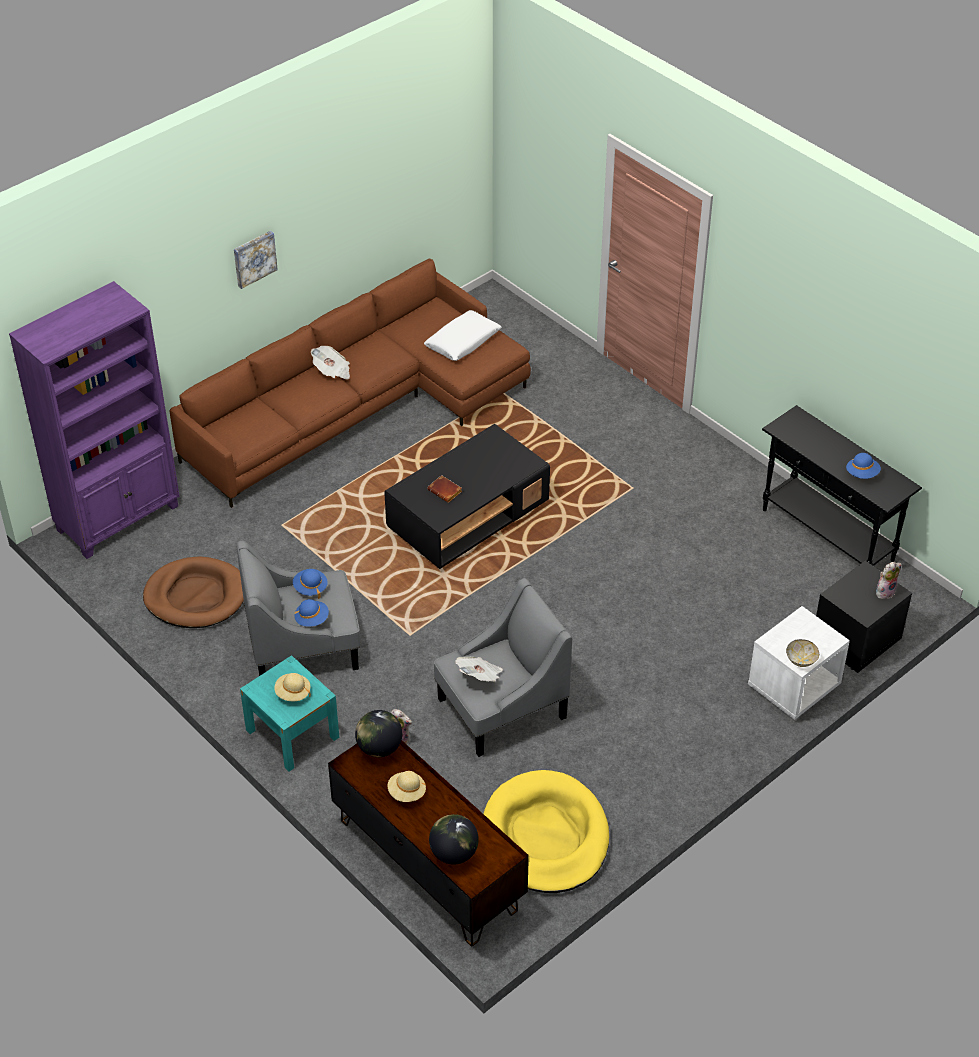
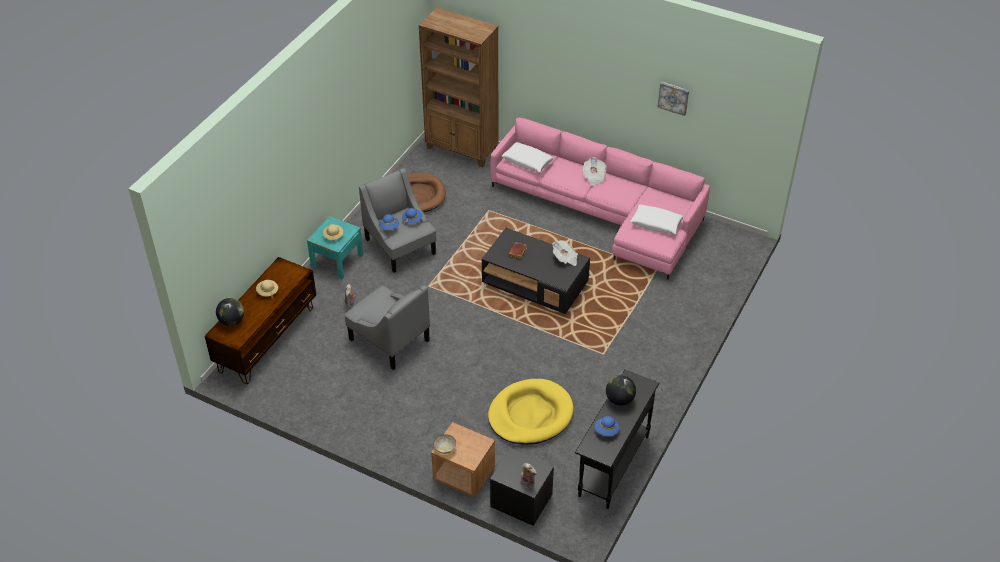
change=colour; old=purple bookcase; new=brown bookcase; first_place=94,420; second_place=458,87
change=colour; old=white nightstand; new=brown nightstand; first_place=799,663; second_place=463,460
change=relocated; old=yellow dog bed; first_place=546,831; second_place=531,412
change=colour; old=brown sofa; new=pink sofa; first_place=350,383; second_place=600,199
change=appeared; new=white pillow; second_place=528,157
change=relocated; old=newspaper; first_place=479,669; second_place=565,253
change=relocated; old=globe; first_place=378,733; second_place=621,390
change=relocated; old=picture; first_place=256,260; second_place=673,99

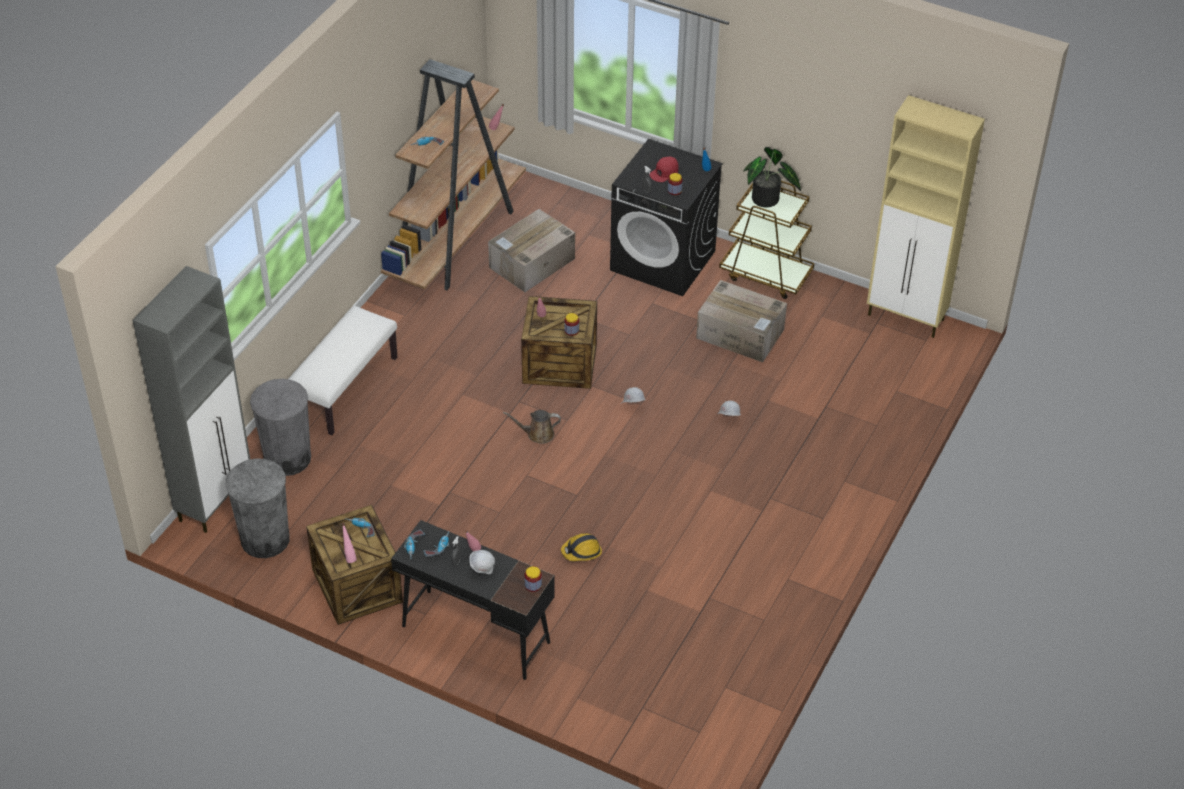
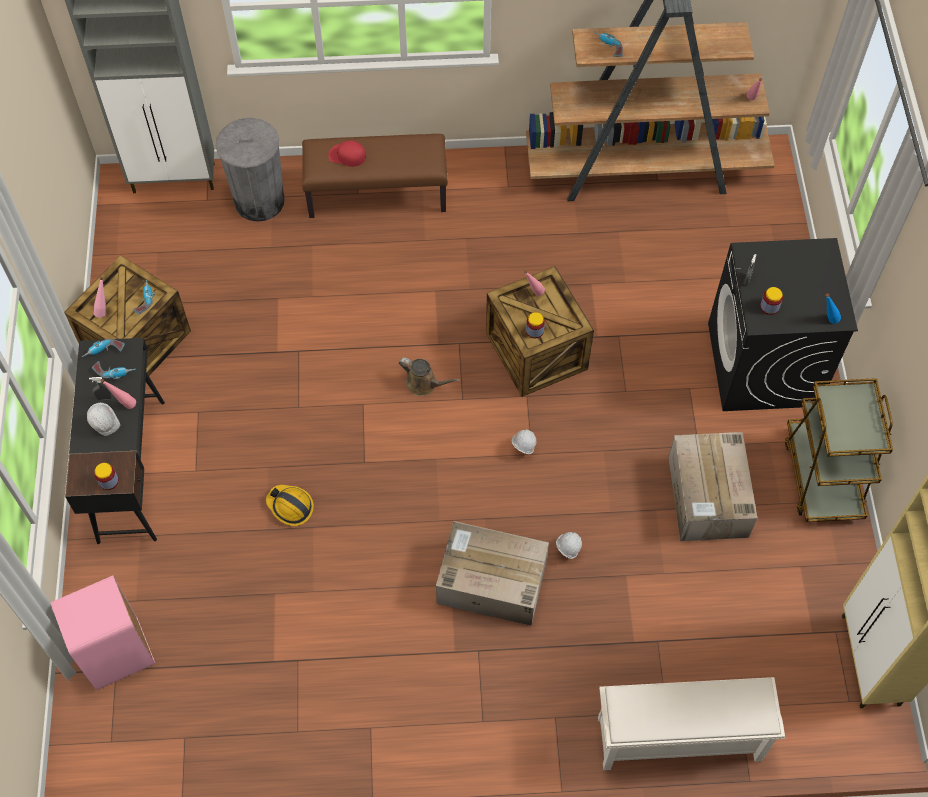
change=appeared; new=pink trash can; second_place=102,633
change=colour; old=white bench; new=brown bench; first_place=343,370; second_place=375,176
change=relocated; old=red cap; first_place=664,169; second_place=347,153
change=spun; old=brown watering can; first_place=532,427; second_place=429,376; degrees=150
change=relocated; old=cardboard box; first_place=531,250; second_place=492,573
change=appeared; new=white shoe rack; second_place=691,723
change=missing; old=grey trash can; first_place=258,508
change=missing; old=potted plant; first_place=772,177

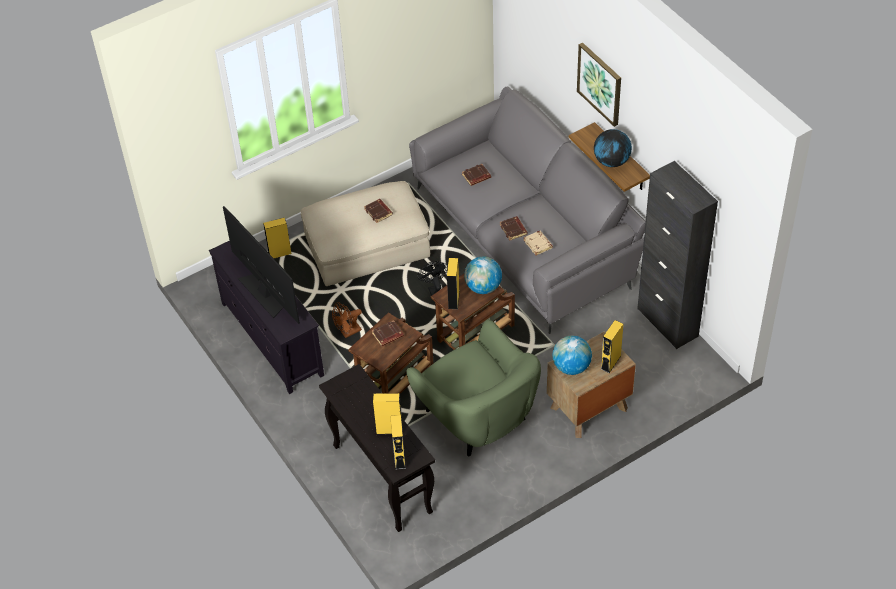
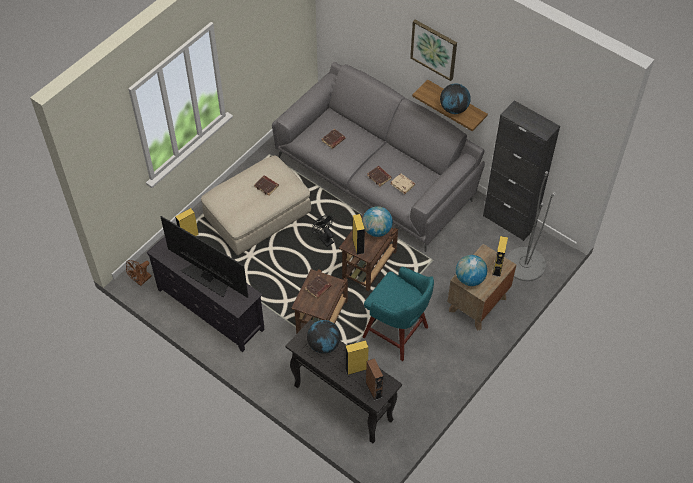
change=relocated; old=brown fan; first_place=347,320; second_place=139,273
change=appeared; new=globe; second_place=324,337
change=exchanged; old=green armchair; new=turquoise stool; first_place=474,387; second_place=398,314
change=colour; old=yellow speaker; new=brown speaker; first_place=398,442; second_place=374,379
change=appeared; new=grey floor lamp; second_place=531,226

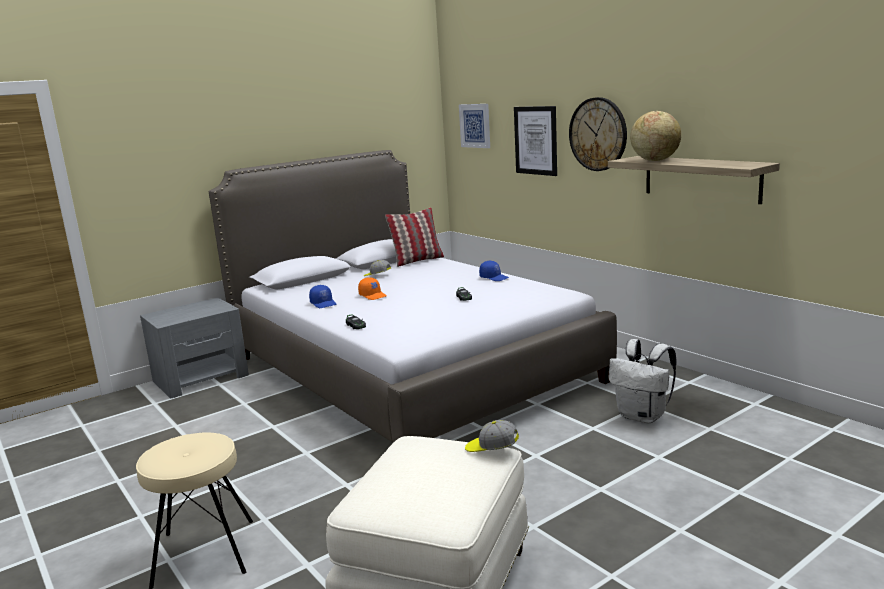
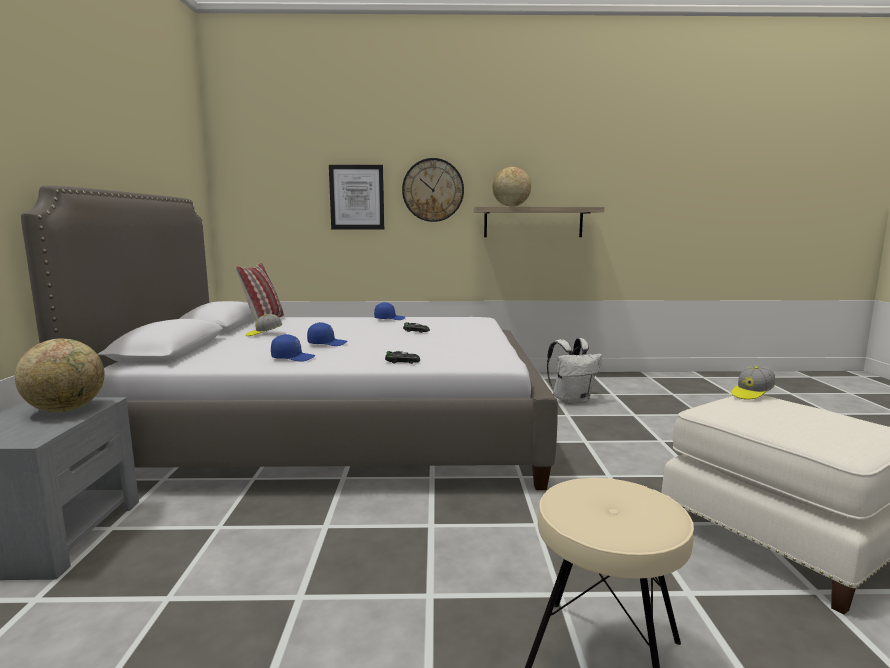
change=appeared; new=globe; second_place=60,376
change=colour; old=orange cap; new=blue cap; first_place=372,288; second_place=327,334
change=missing; old=picture; first_place=474,126

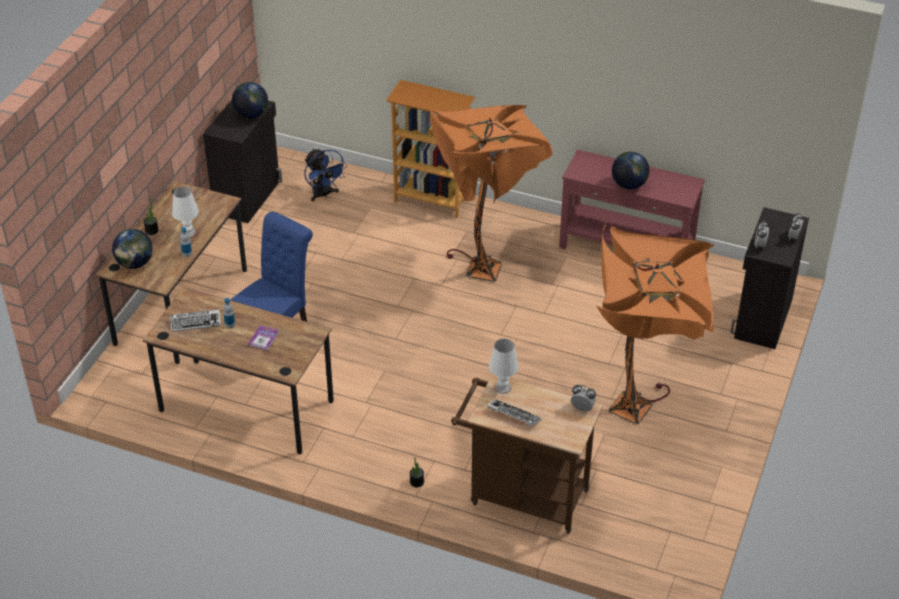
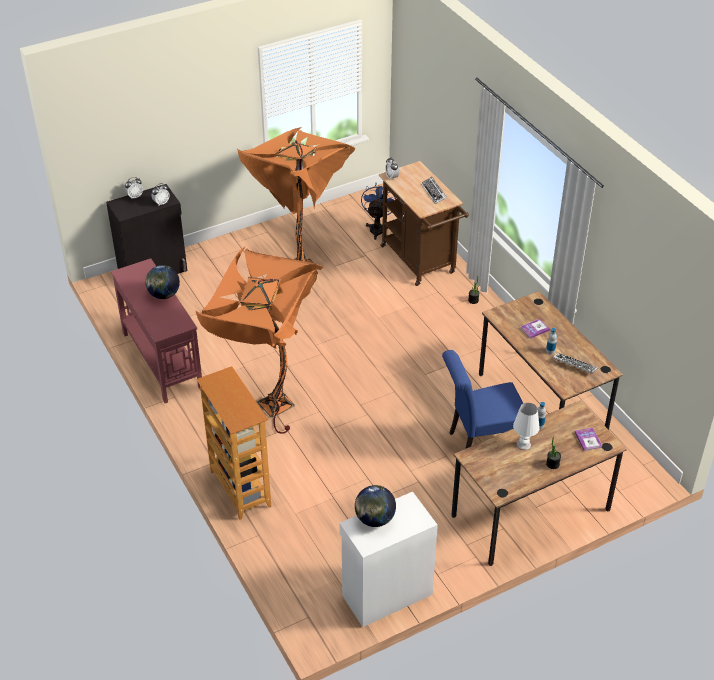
change=colour; old=black cabinet; new=white cabinet; first_place=242,161; second_place=388,559
change=relocated; old=blue fan; first_place=325,175; second_place=378,211
change=exchanged; old=globe; new=book; first_place=132,249; second_place=588,439
change=missing; old=white table lamp; first_place=504,366

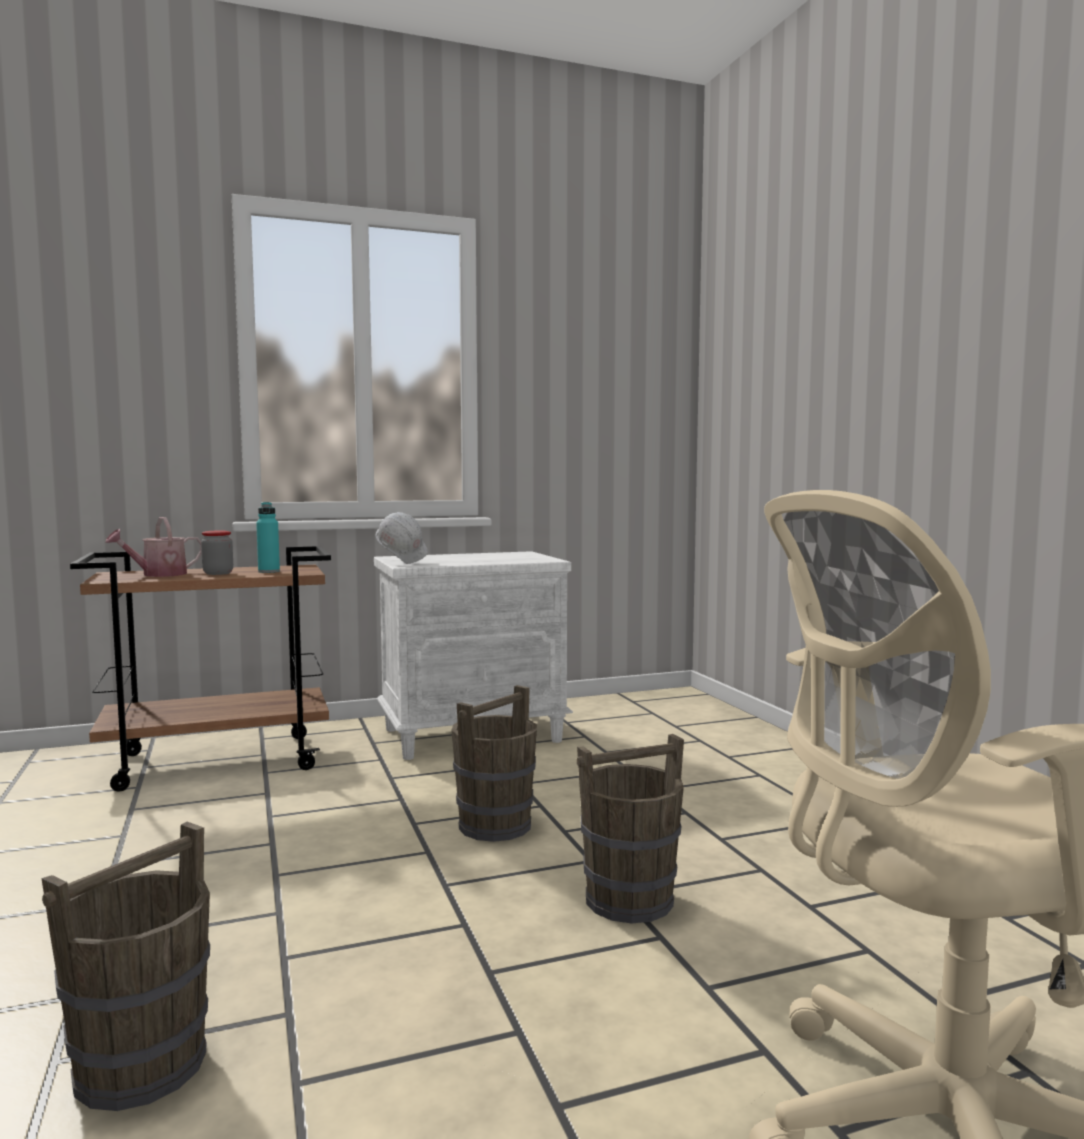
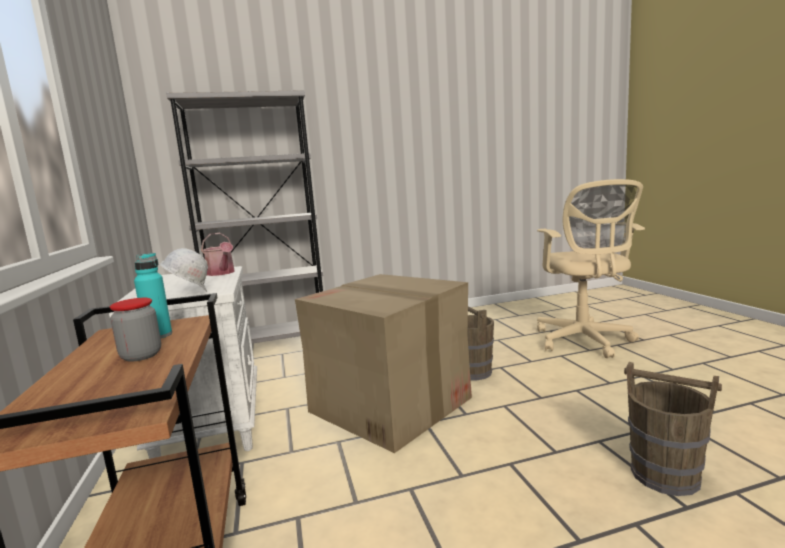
change=appeared; new=grey bookcase; second_place=244,217
change=relocated; old=watering can; first_place=153,547; second_place=218,254
change=exchanged; old=brown bucket; new=cardboard box; first_place=494,763; second_place=383,363

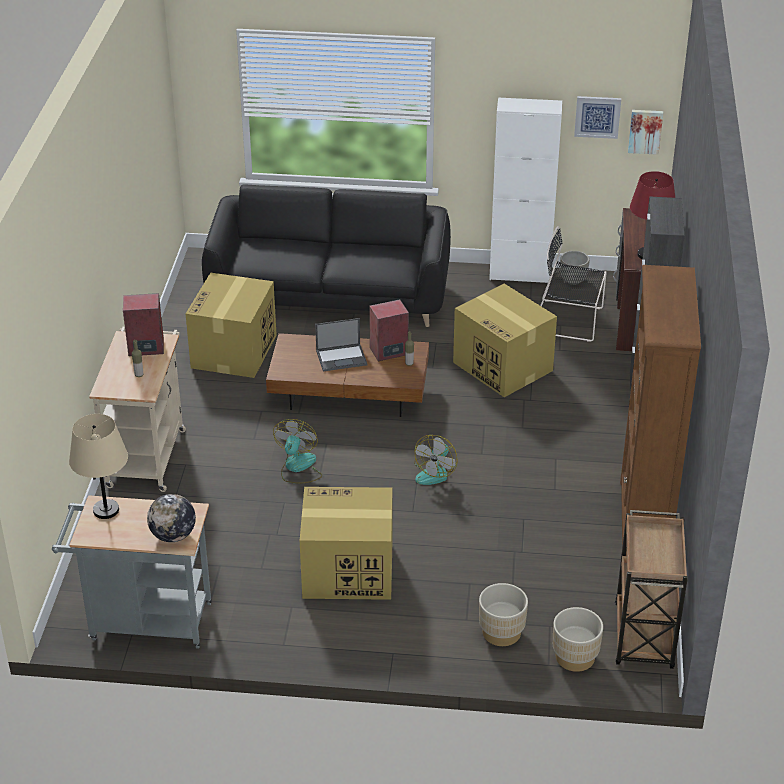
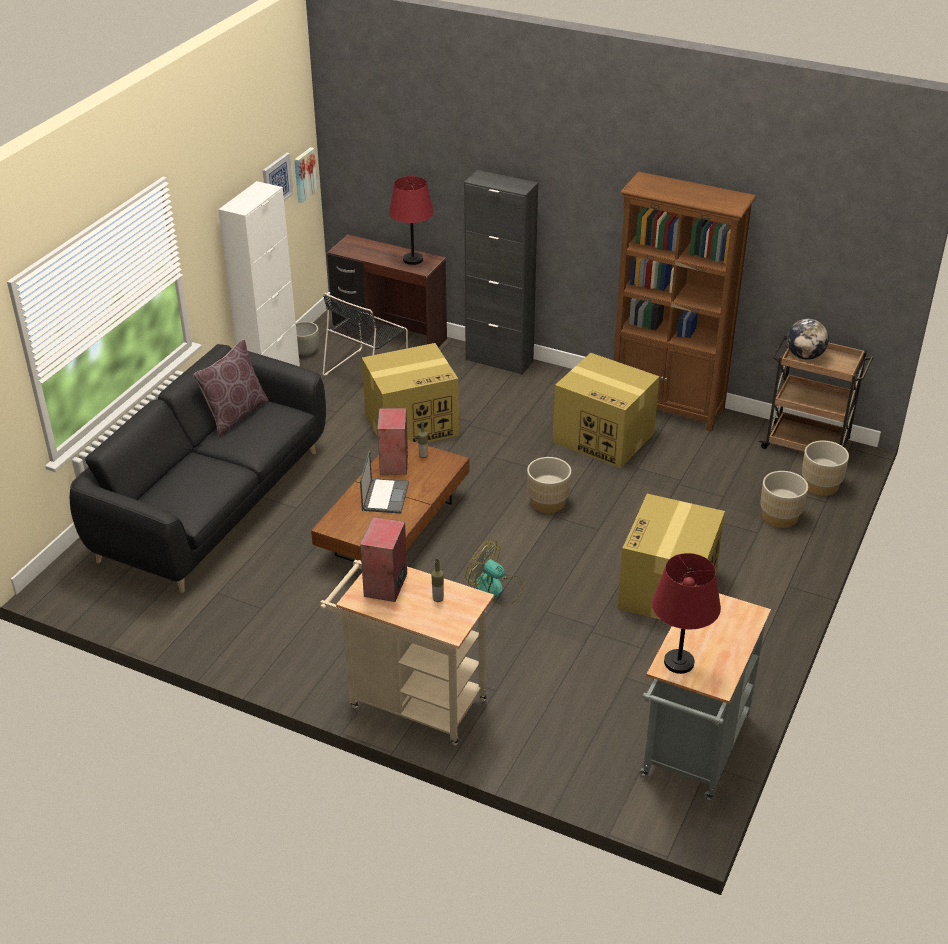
change=appeared; new=brown pillow; second_place=231,388
change=exchanged; old=fan; new=beige planter; first_place=436,460; second_place=549,485
change=relocated; old=cardboard box; first_place=231,325; second_place=606,410
change=colour; old=beige table lamp; new=red table lamp; first_place=98,466; second_place=686,613
change=relocated; old=globe; first_place=171,518; second_place=808,339

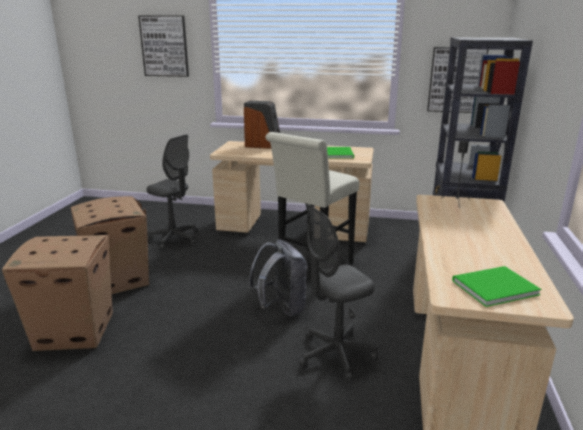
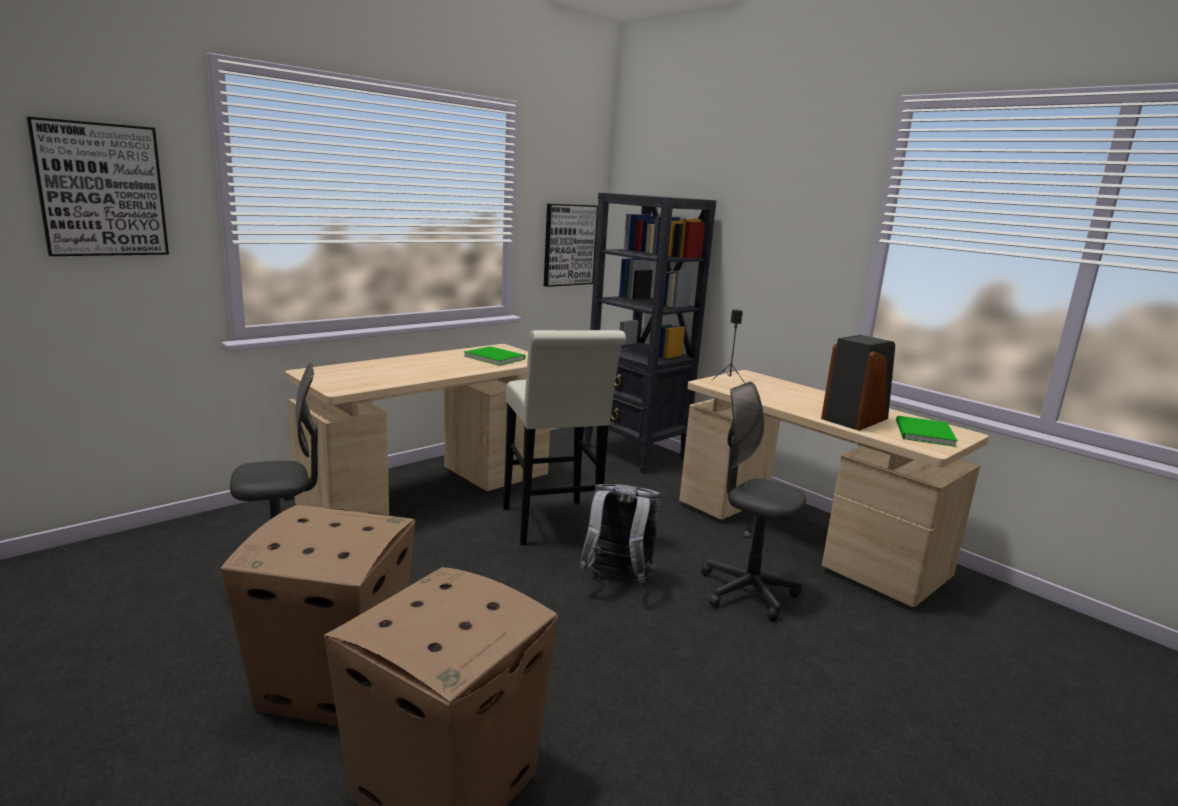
change=spun; old=grey office chair; first_place=338,292; second_place=753,502; degrees=120
change=relocated; old=speaker; first_place=262,125; second_place=858,383

